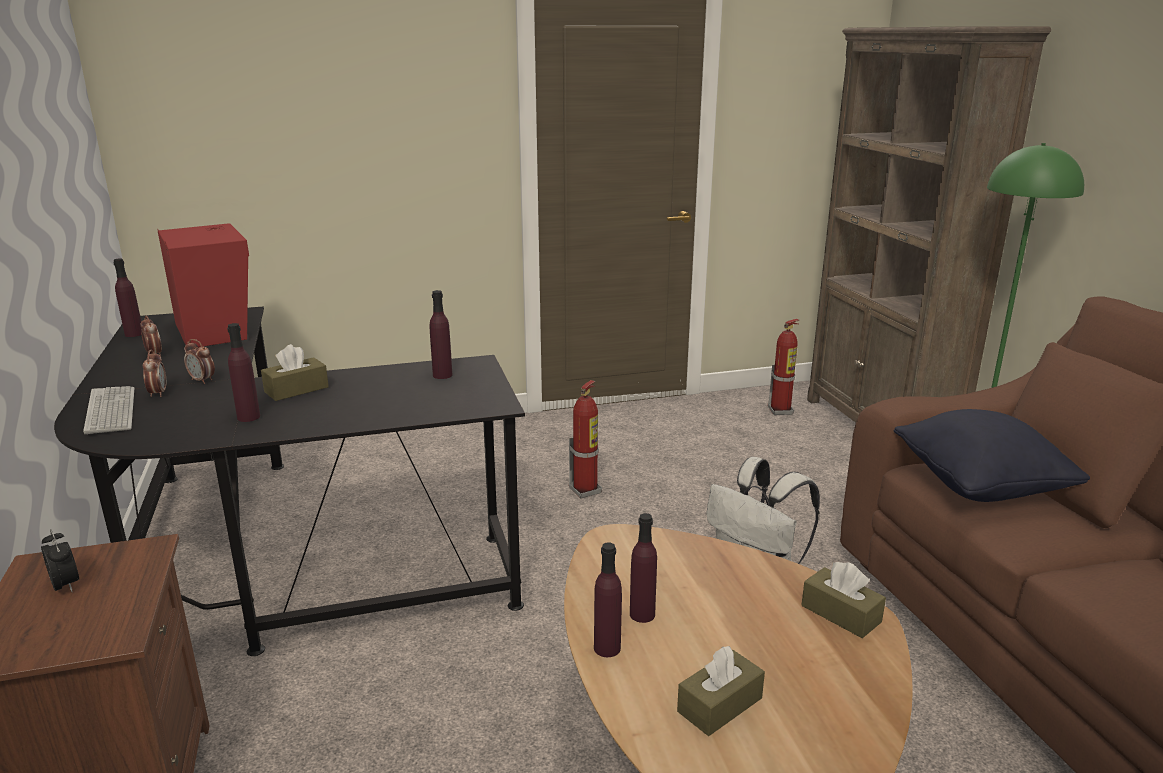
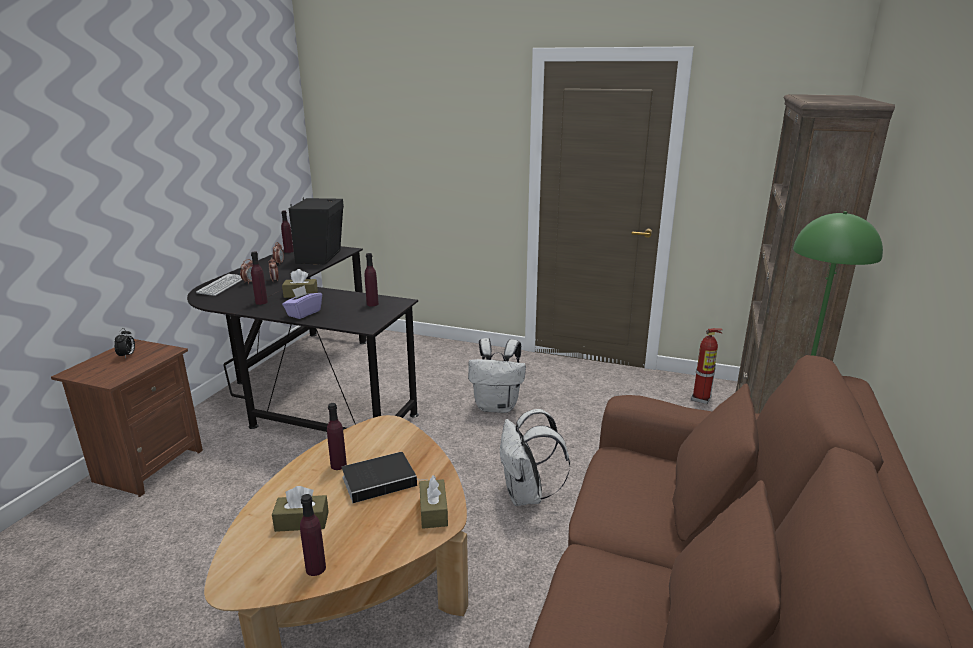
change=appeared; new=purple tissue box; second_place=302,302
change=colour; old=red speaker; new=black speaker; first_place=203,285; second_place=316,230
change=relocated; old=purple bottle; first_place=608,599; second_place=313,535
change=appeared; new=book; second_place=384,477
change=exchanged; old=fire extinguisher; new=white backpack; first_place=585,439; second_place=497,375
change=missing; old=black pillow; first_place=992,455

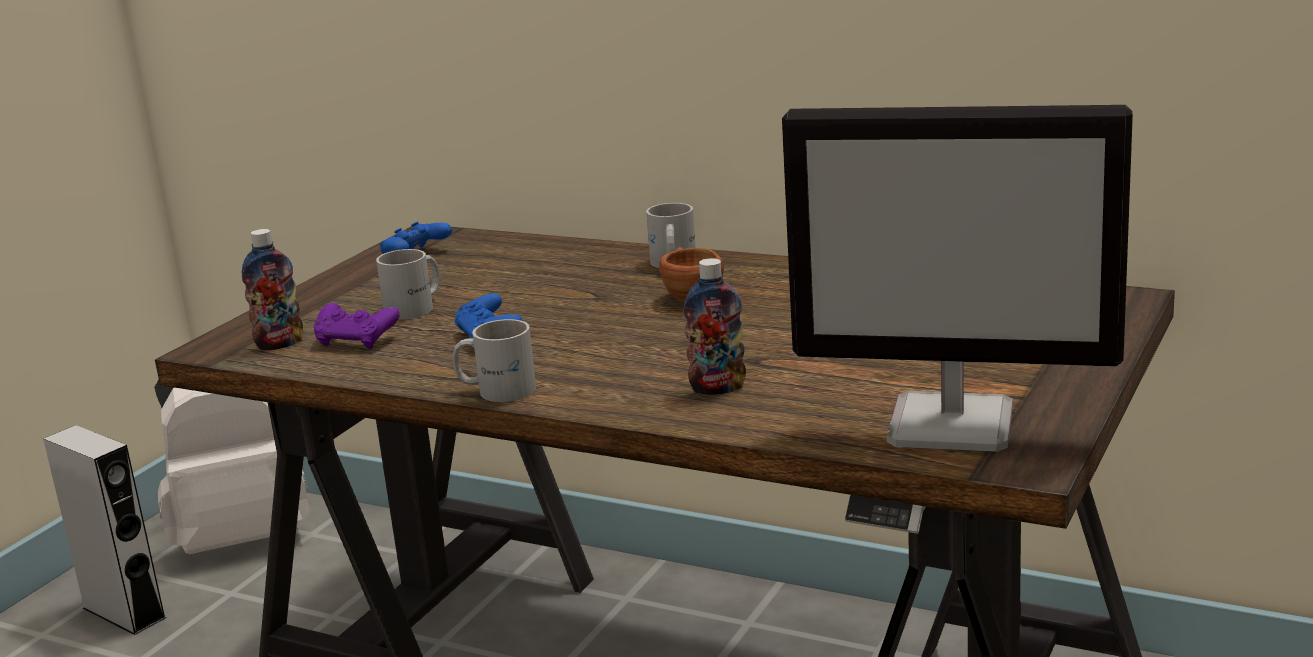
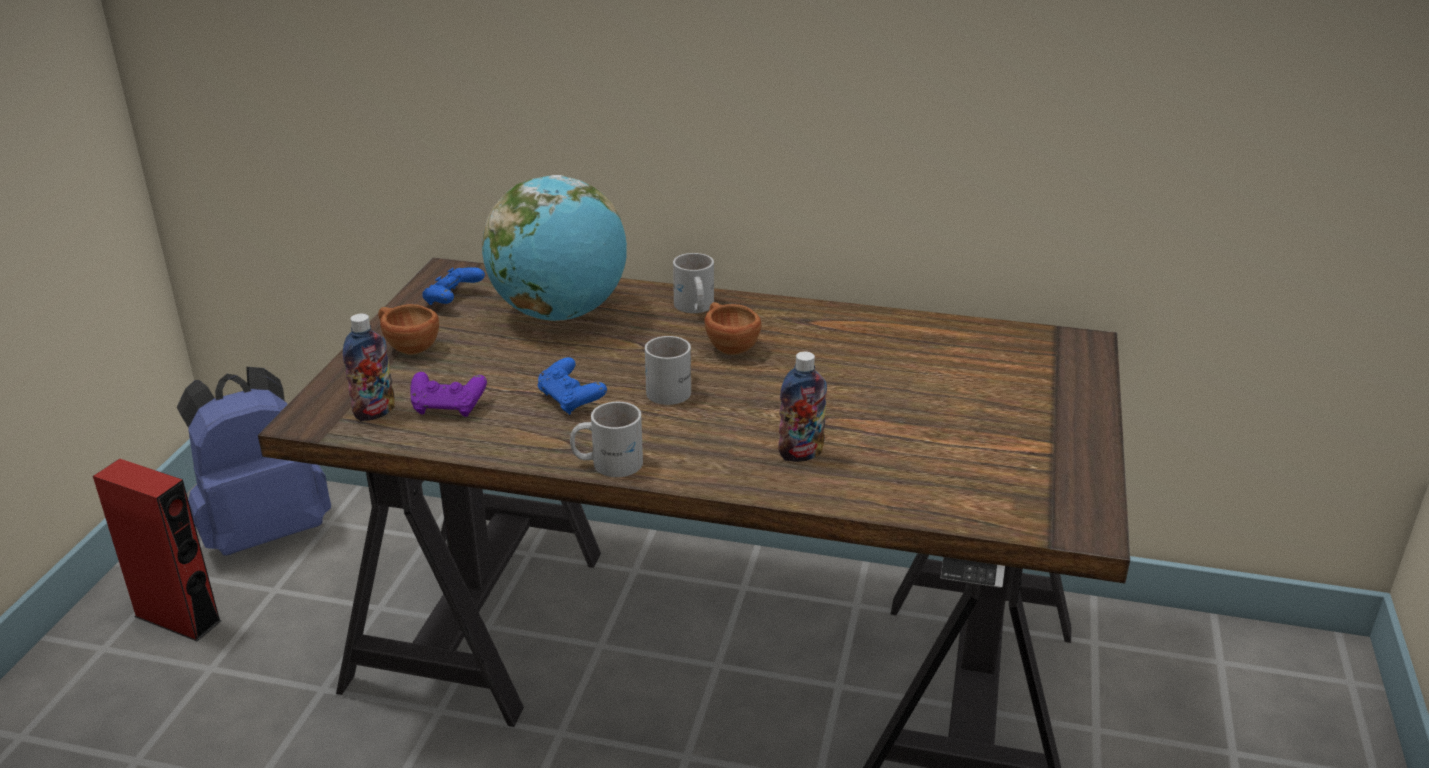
change=colour; old=grey speaker; new=red speaker; first_place=105,530; second_place=157,550
change=colour; old=white backpack; new=blue backpack; first_place=231,467; second_place=254,461
change=appeared; new=brown cup; second_place=408,329
change=appeared; new=globe; second_place=554,248
change=relocated; old=white mug; first_place=407,284; second_place=668,370
change=missing; old=monitor; first_place=957,278

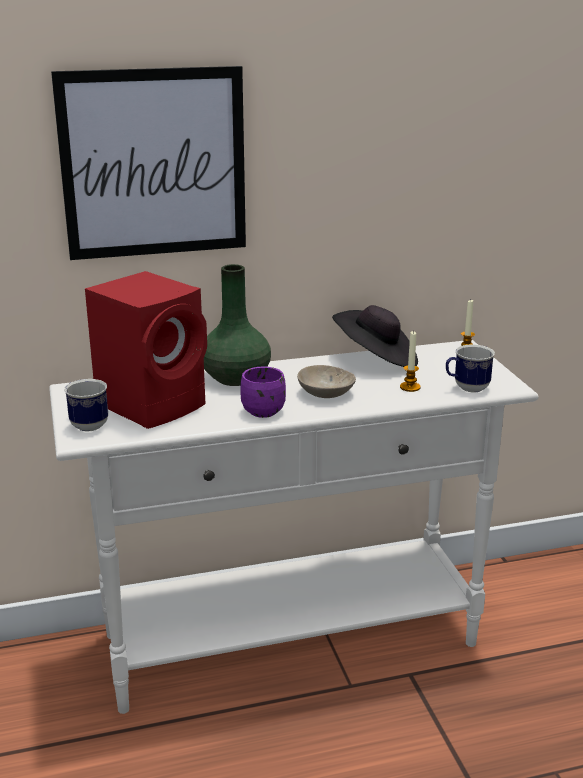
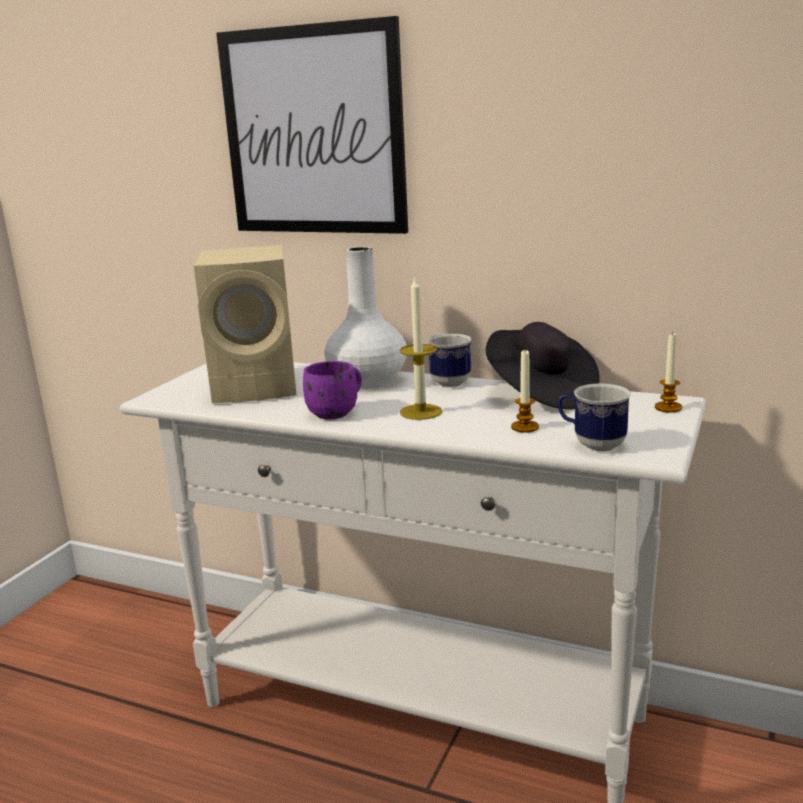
change=colour; old=red speaker; new=beige speaker; first_place=146,350; second_place=245,324
change=colour; old=green vase; new=white vase; first_place=237,325; second_place=365,317
change=exchanged; old=beige bowl; new=candle; first_place=326,381; second_place=421,349
change=relocated; old=mug; first_place=86,405; second_place=449,360

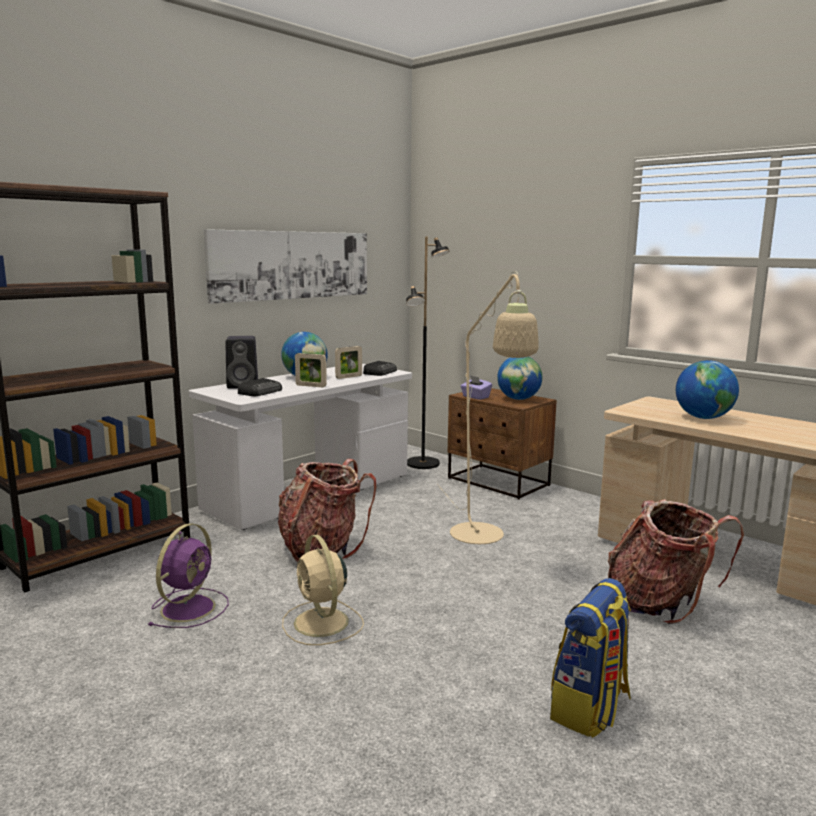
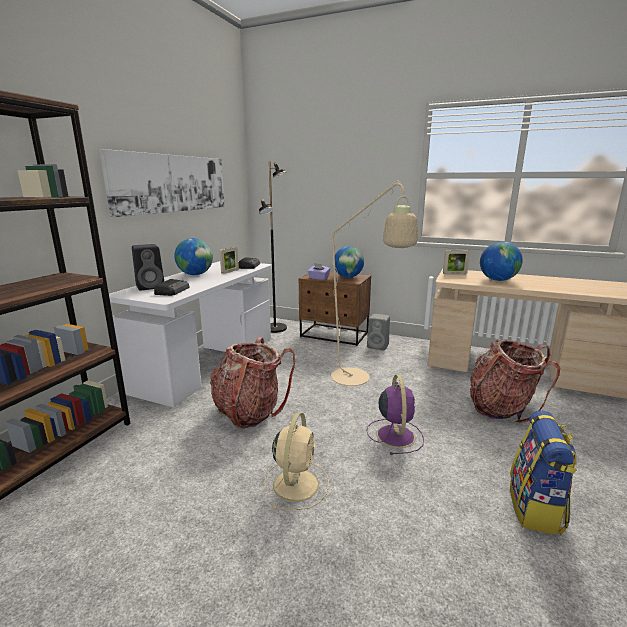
change=spun; old=beige fan; first_place=323,590; second_place=296,461; degrees=-120
change=relocated; old=purple fan; first_place=188,576; second_place=395,415
change=appeared; new=grey speaker; second_place=378,332
change=relocated; old=picture frame; first_place=311,370; second_place=456,262

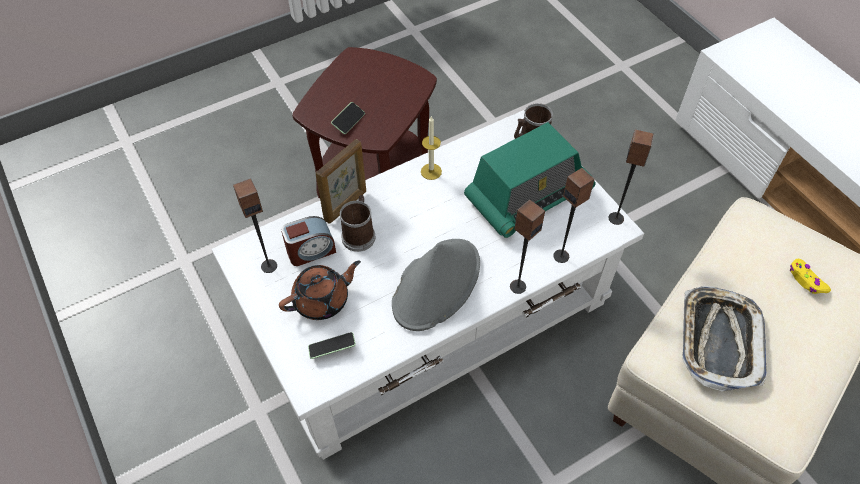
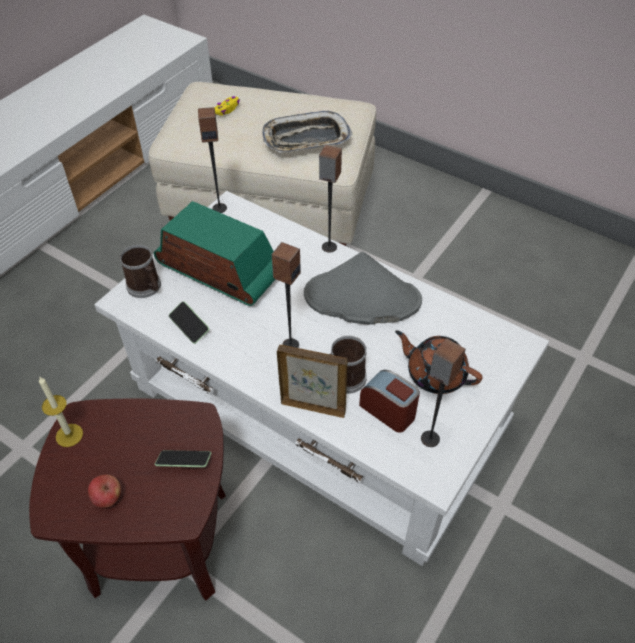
change=relocated; old=candle; first_place=431,148; second_place=61,412
change=appeared; new=apple; second_place=104,491
change=relocated; old=phone; first_place=332,345; second_place=189,322
change=relocated; old=speaker; first_place=574,215; second_place=286,295

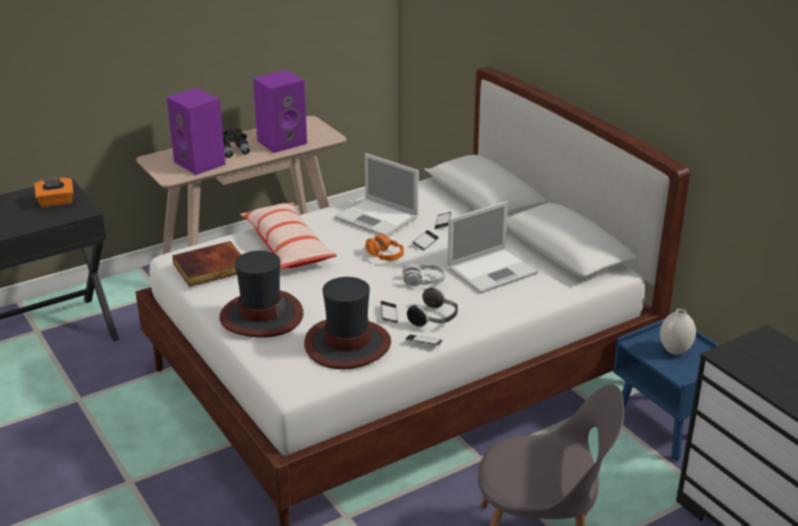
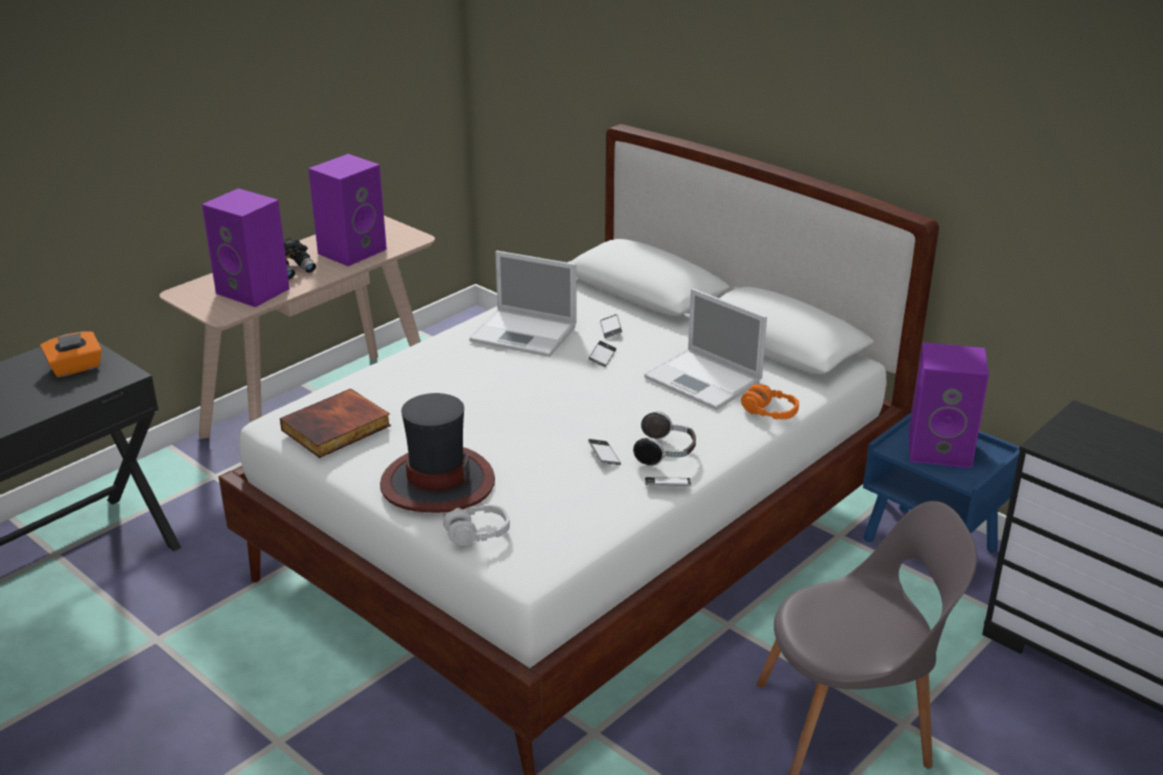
change=relocated; old=grey headphones; first_place=423,275; second_place=476,524
change=spun; old=laptop; first_place=492,247; second_place=705,349; degrees=90
change=relocated; old=orange headphones; first_place=384,247; second_place=770,401
change=exchanged; old=white vase; new=purple speaker; first_place=678,332; second_place=949,405
change=missing; old=pillow; first_place=288,236
change=missing; old=hat; first_place=347,323

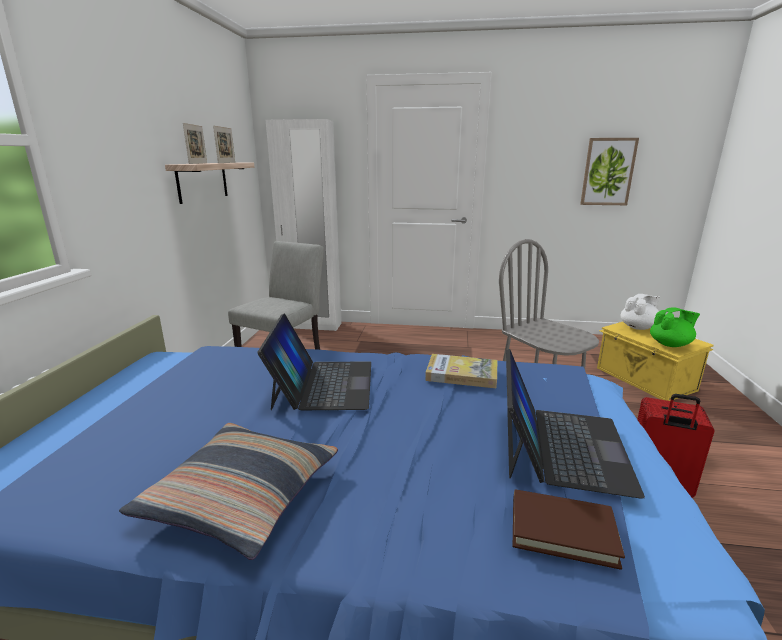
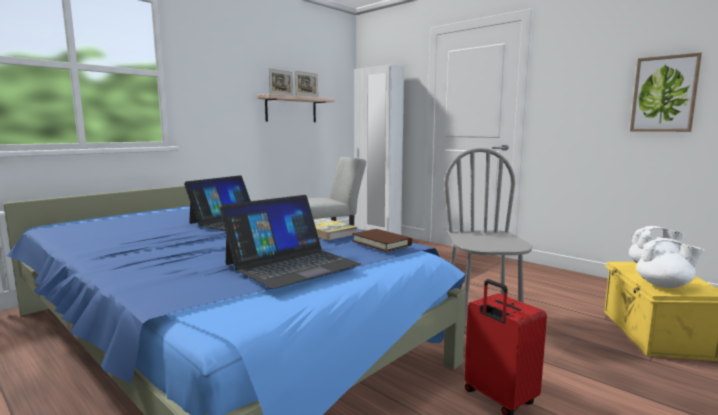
change=relocated; old=brown book; first_place=569,529; second_place=382,240
change=colour; old=green teapot; new=white teapot; first_place=675,327; second_place=670,263
change=missing; old=pillow; first_place=228,491

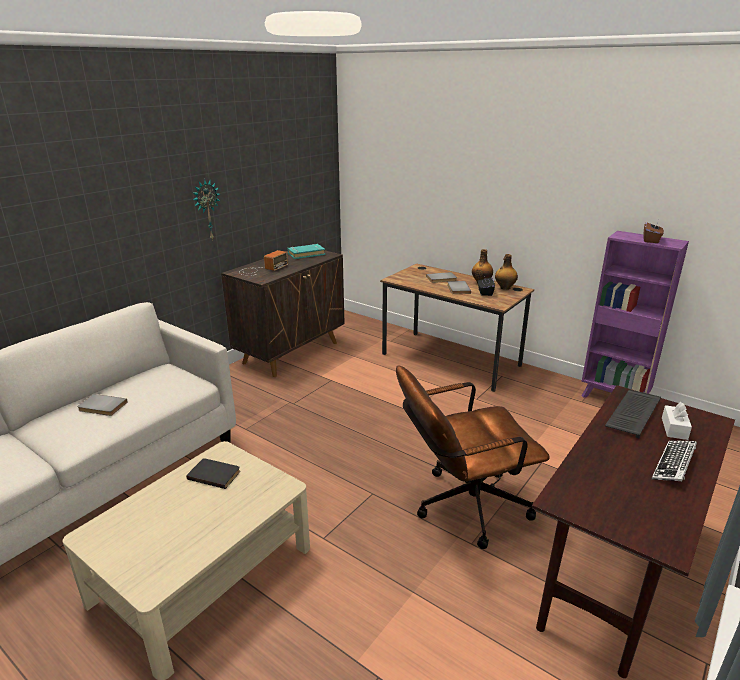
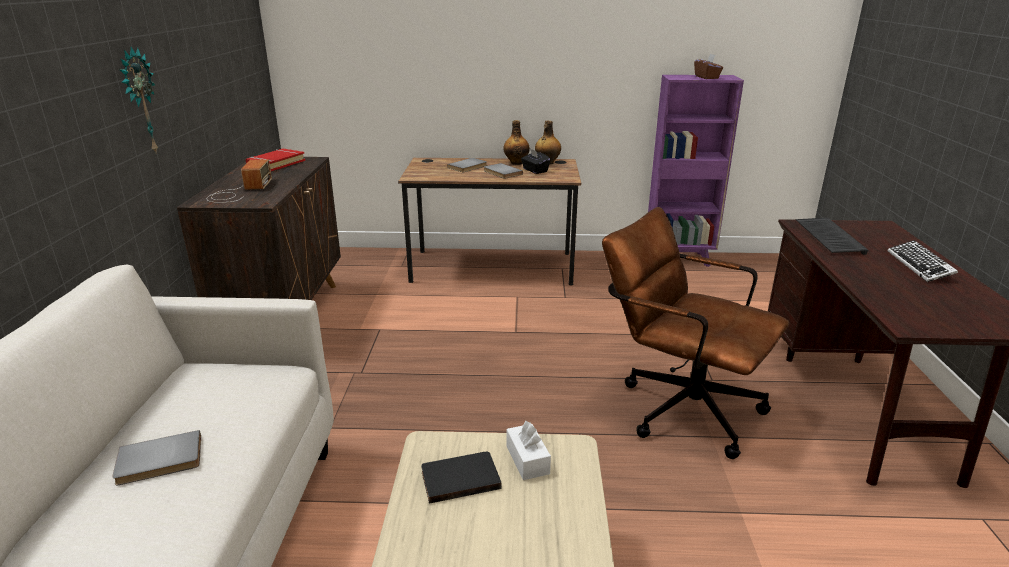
change=colour; old=turquoise book; new=red book; first_place=306,251; second_place=275,160
change=relocated; old=white tissue box; first_place=677,421; second_place=529,450
change=spun; old=brown office chair; first_place=473,457; second_place=695,333; degrees=90

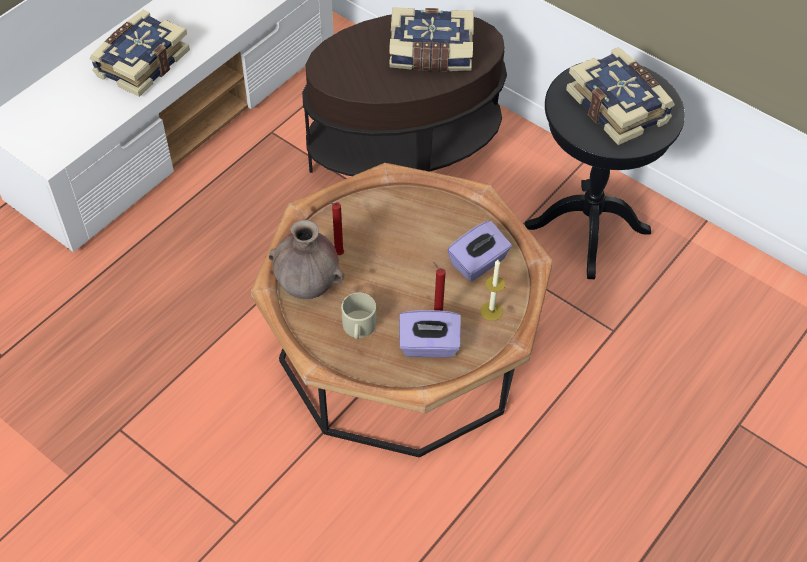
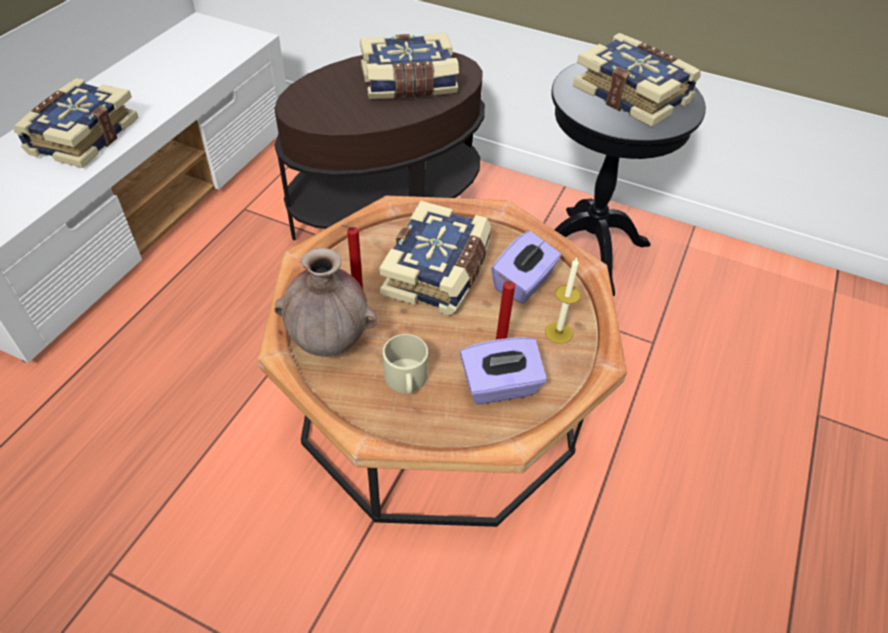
change=appeared; new=book; second_place=435,258

